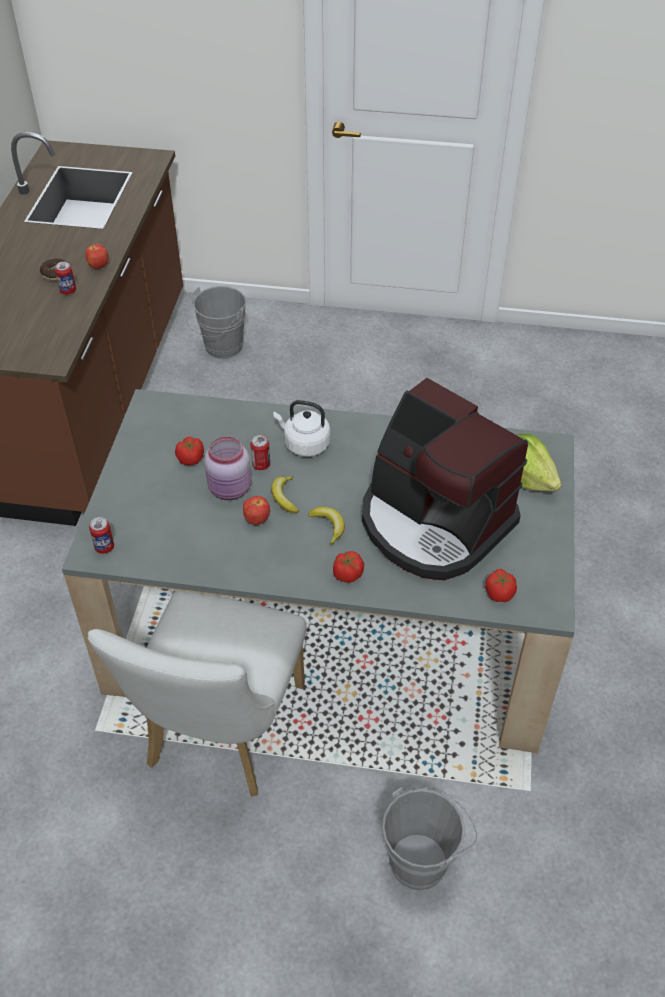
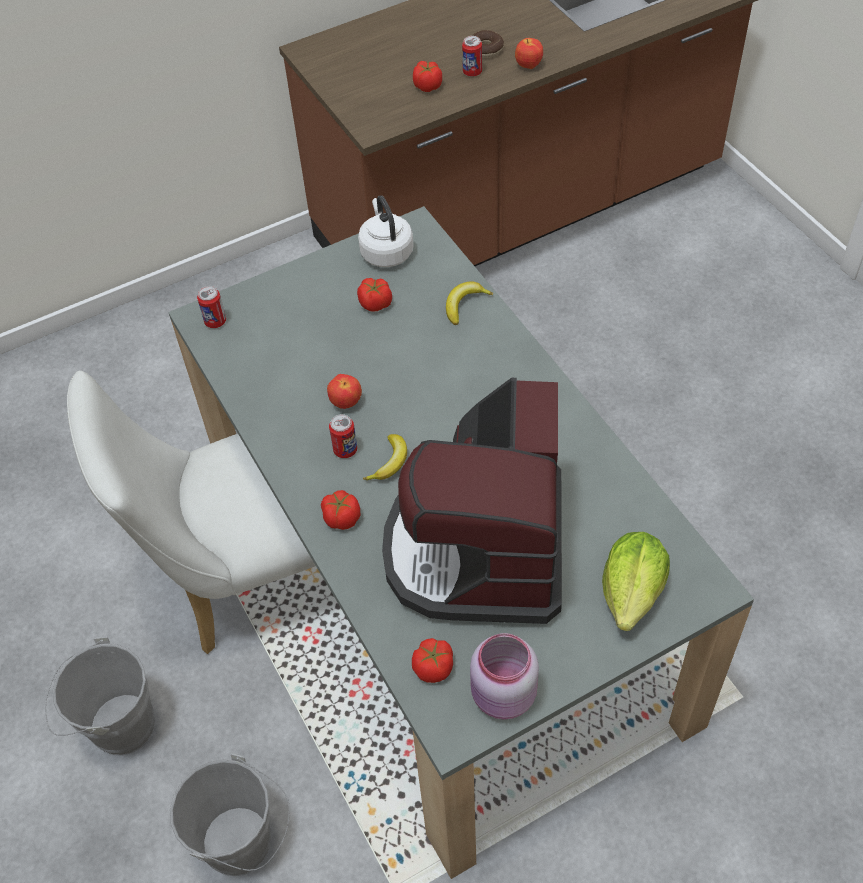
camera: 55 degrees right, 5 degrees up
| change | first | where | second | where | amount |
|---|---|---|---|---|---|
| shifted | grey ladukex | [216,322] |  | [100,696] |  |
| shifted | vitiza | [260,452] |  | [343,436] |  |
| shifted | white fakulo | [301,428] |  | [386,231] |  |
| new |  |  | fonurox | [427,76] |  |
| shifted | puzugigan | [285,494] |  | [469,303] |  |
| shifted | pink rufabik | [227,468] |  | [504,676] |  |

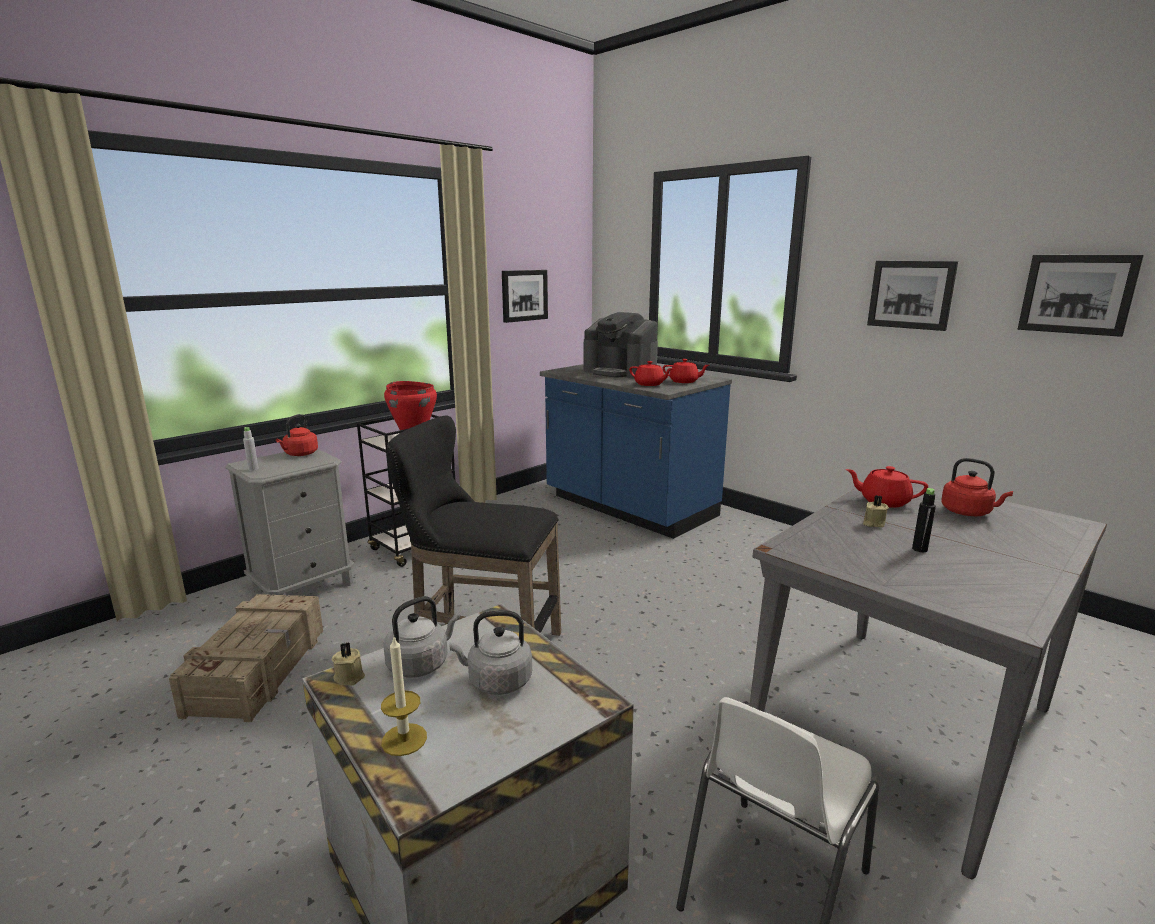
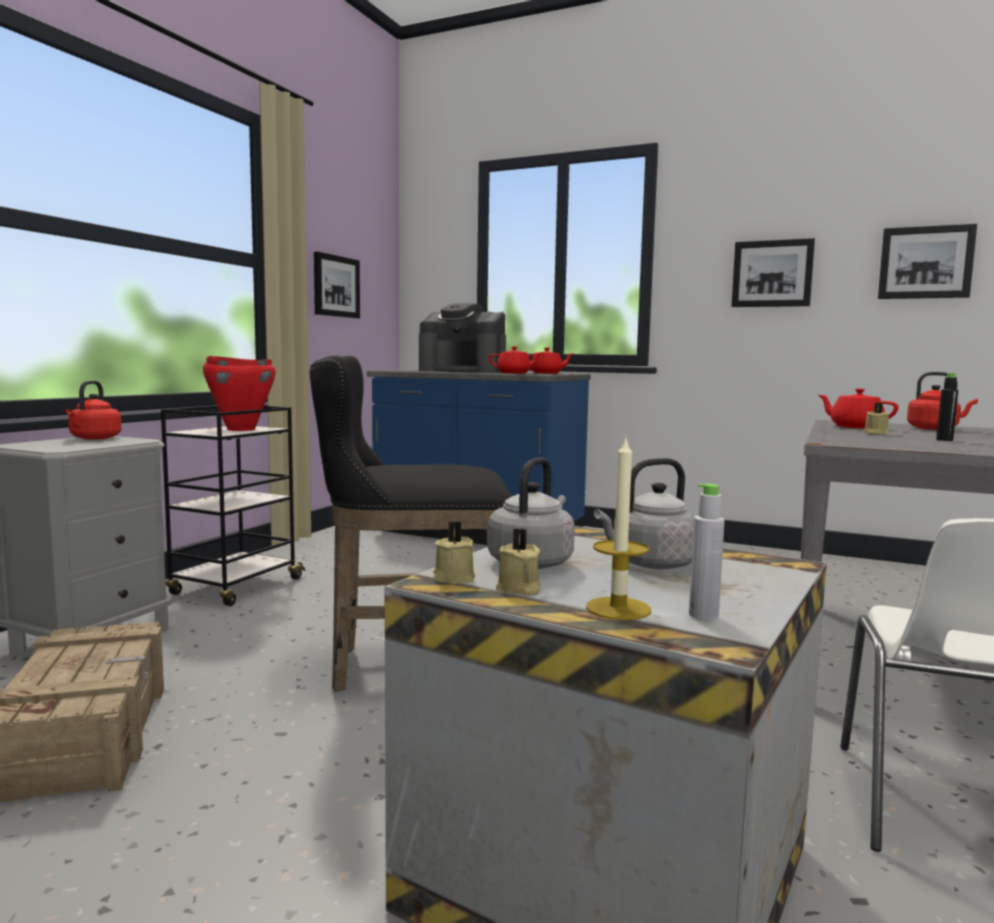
camera: 20 degrees left, 10 degrees down
| change | first | where | second | where | amount |
|---|---|---|---|---|---|
| new |  |  | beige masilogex | [518,562] |  |
| shifted | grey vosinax | [251,449] |  | [707,552] |  |
| rotated | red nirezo | [887,487] |  | [858,408] | 45 degrees clockwise |

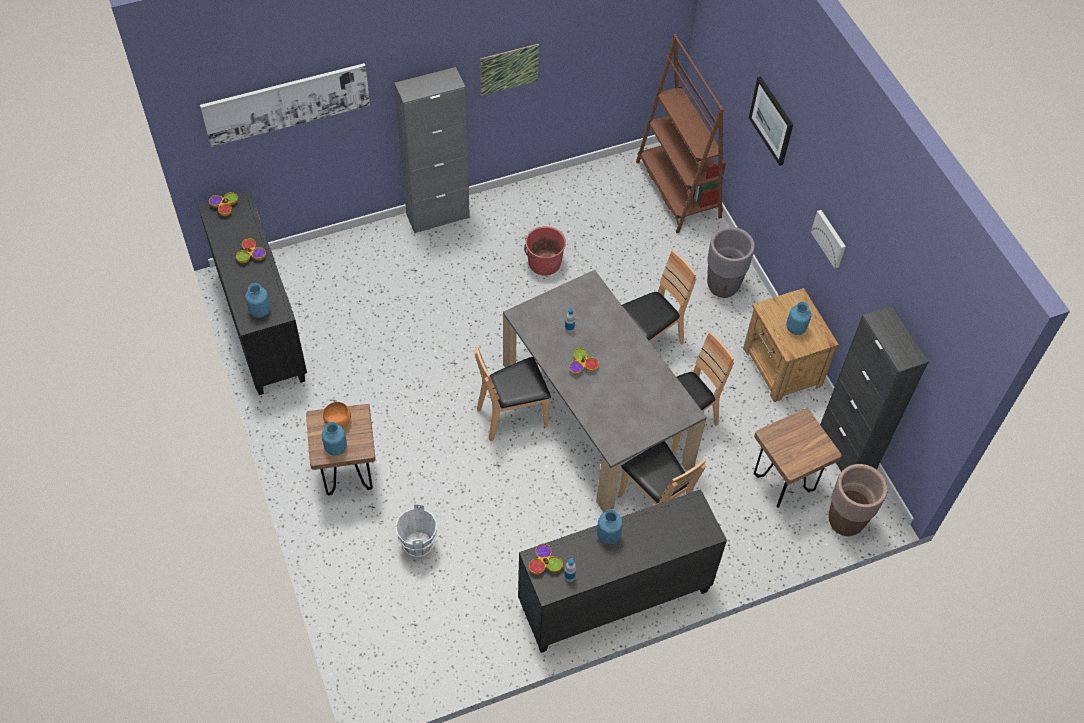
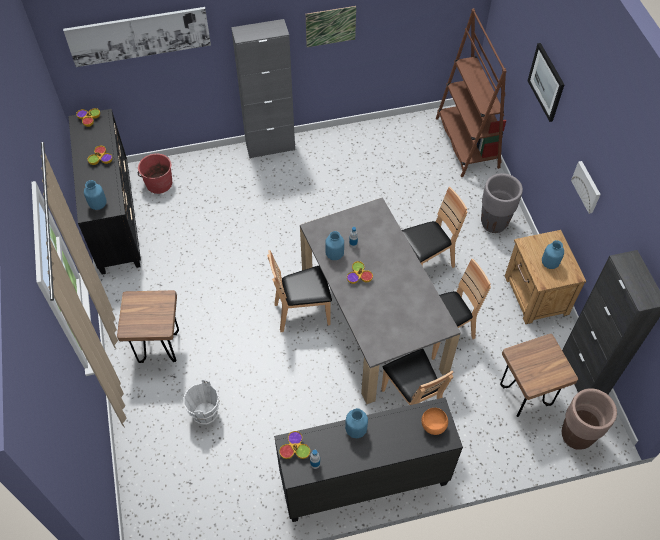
camera: 10 degrees right, 0 degrees up
| change | first | where | second | where | amount |
|---|---|---|---|---|---|
| shifted | red ladukex | [545,251] |  | [155,174] |  |
| shifted | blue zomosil | [334,439] |  | [334,245] |  |
| shifted | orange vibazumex | [337,415] |  | [434,421] |  |

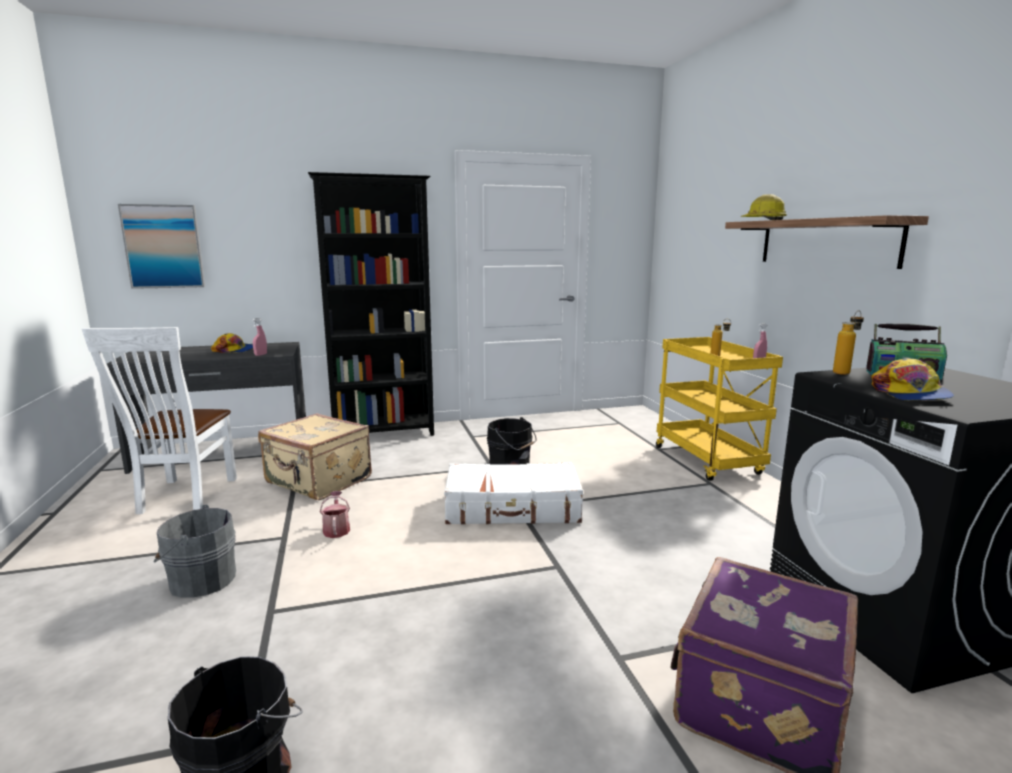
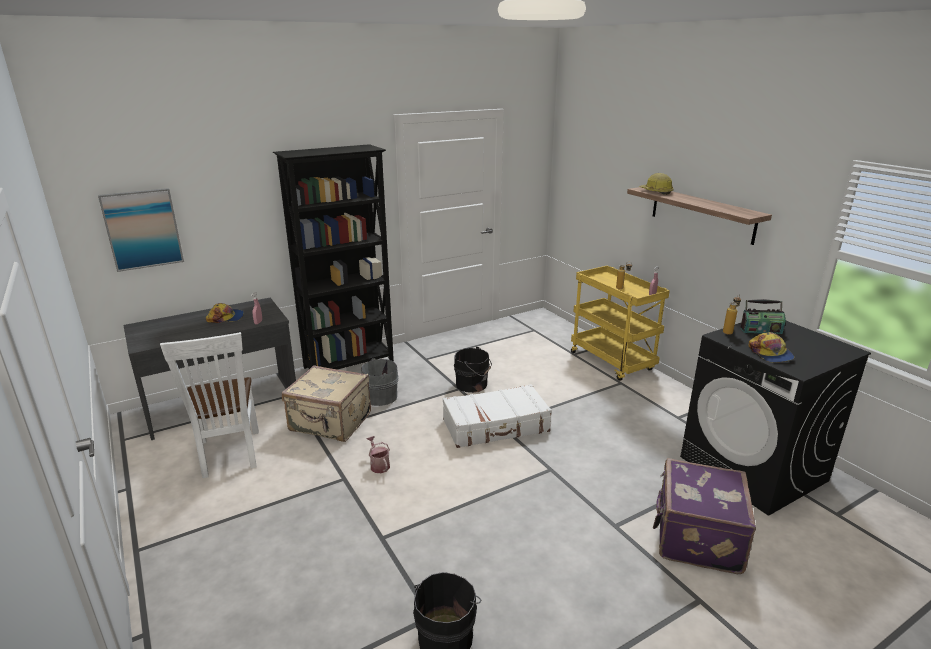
camera: 15 degrees left, 10 degrees up
| change | first | where | second | where | amount |
|---|---|---|---|---|---|
| shifted | grey ladukex | [195,551] |  | [380,382] |  |

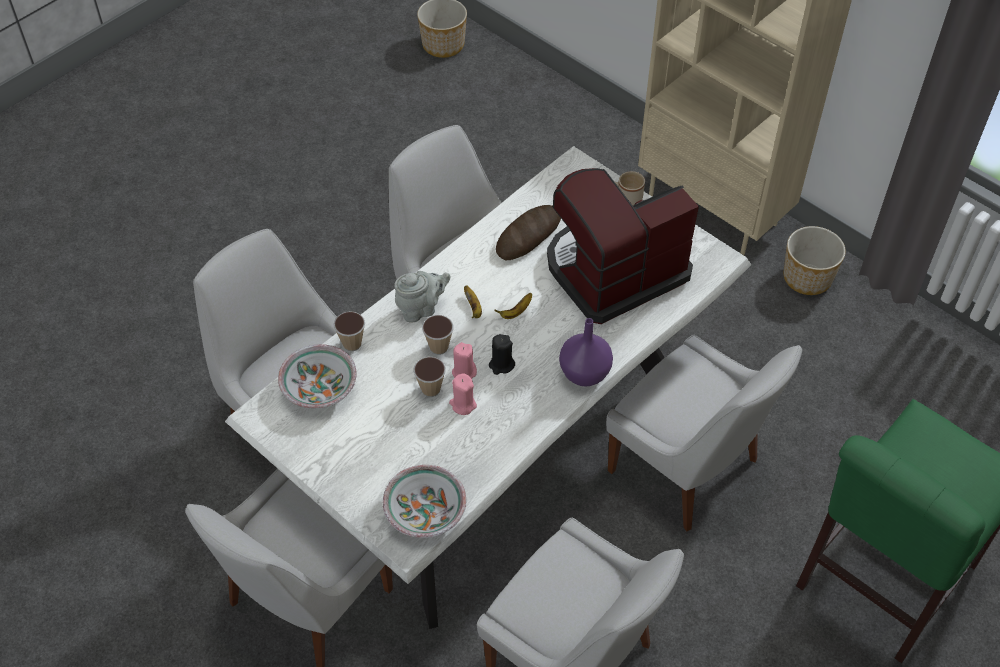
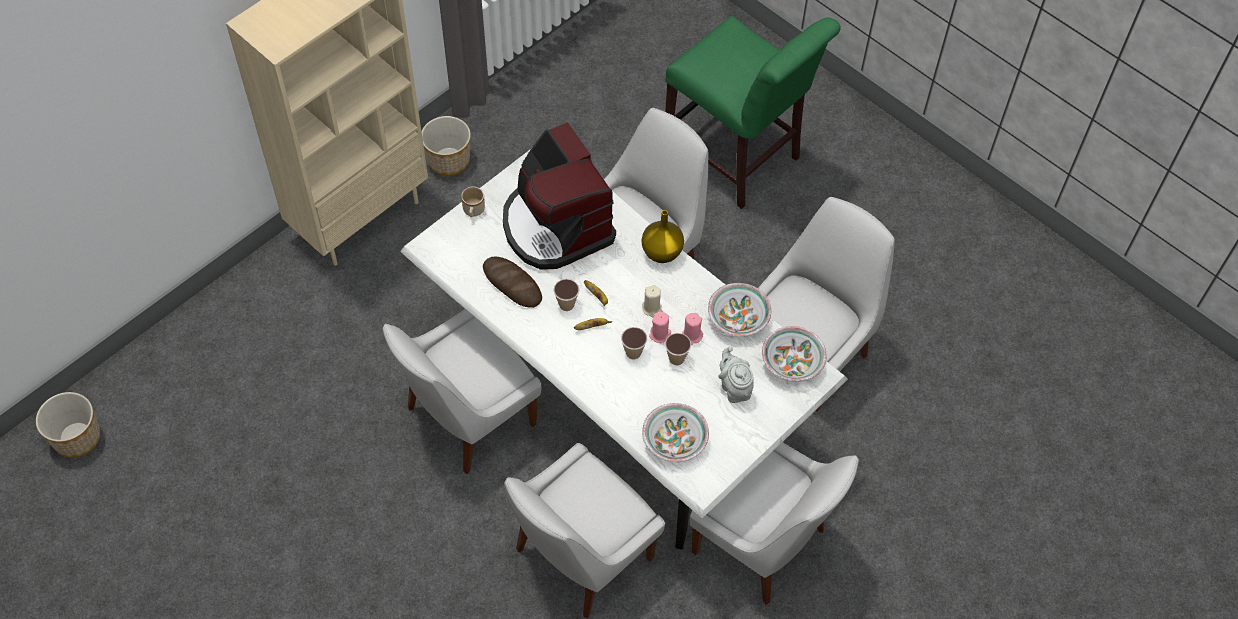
camera: 90 degrees left, 5 degrees up
| change | first | where | second | where | amount |
|---|---|---|---|---|---|
| shifted | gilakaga | [349,331] |  | [566,295] |  |
| repainted | purple zomosil | [586,352] | yellow zomosil | [663,236] |  |
| repainted | black masilogex | [502,354] | beige masilogex | [652,301] |  |
| new |  |  | vibazumex | [739,310] |  |
| shifted | grey nirezo | [422,297] |  | [736,375] |  |

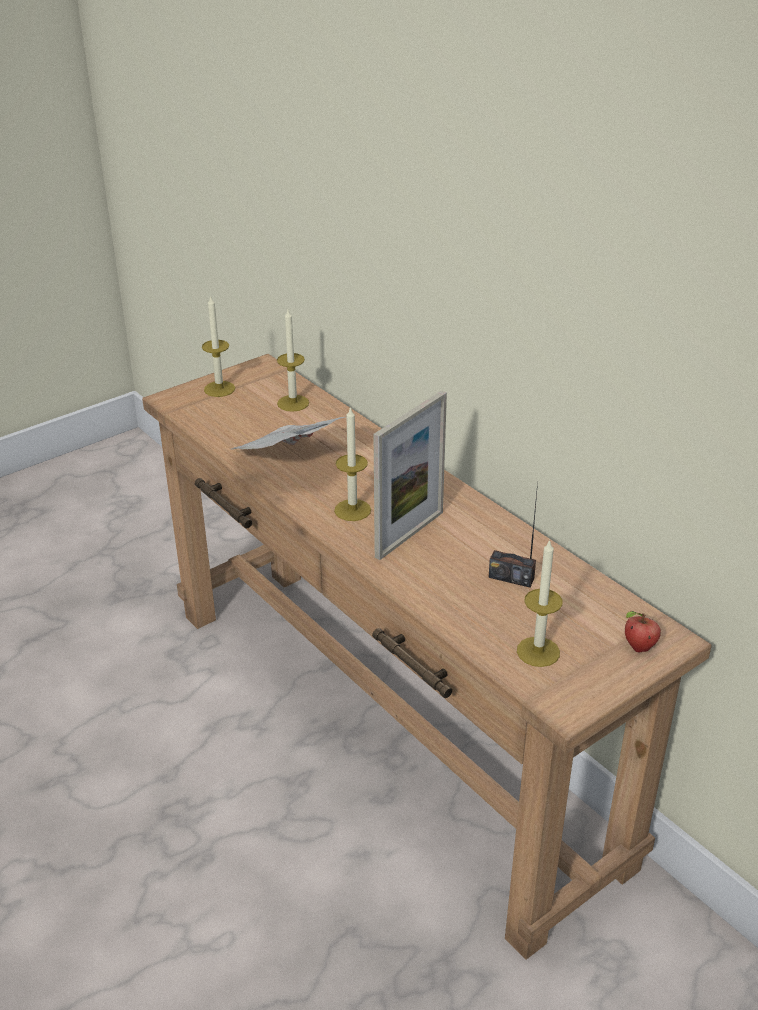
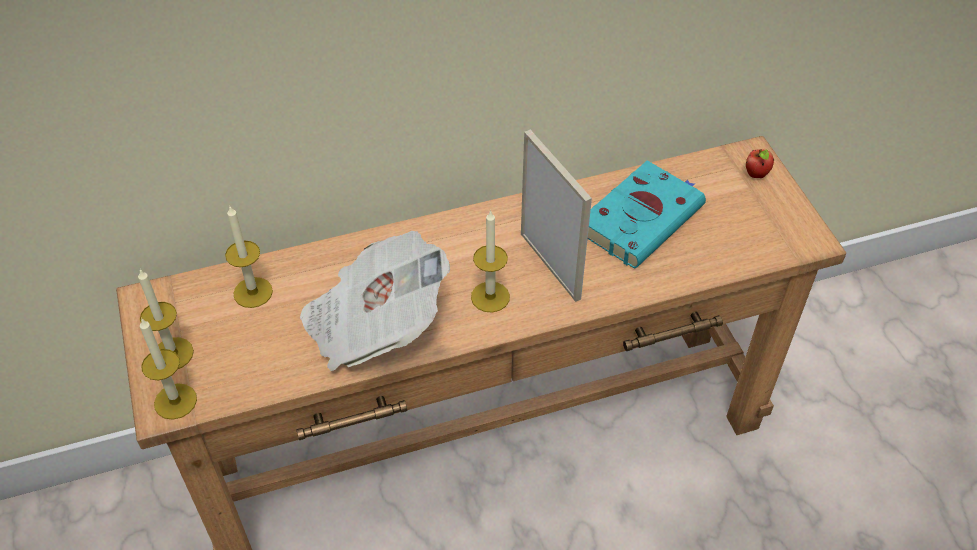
camera: 70 degrees left, 15 degrees up
| change | first | where | second | where | amount |
|---|---|---|---|---|---|
| shifted | masilogex | [540,603] |  | [168,369] |  |
| swapped | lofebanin | [513,535] | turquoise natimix | [647,214] |  |

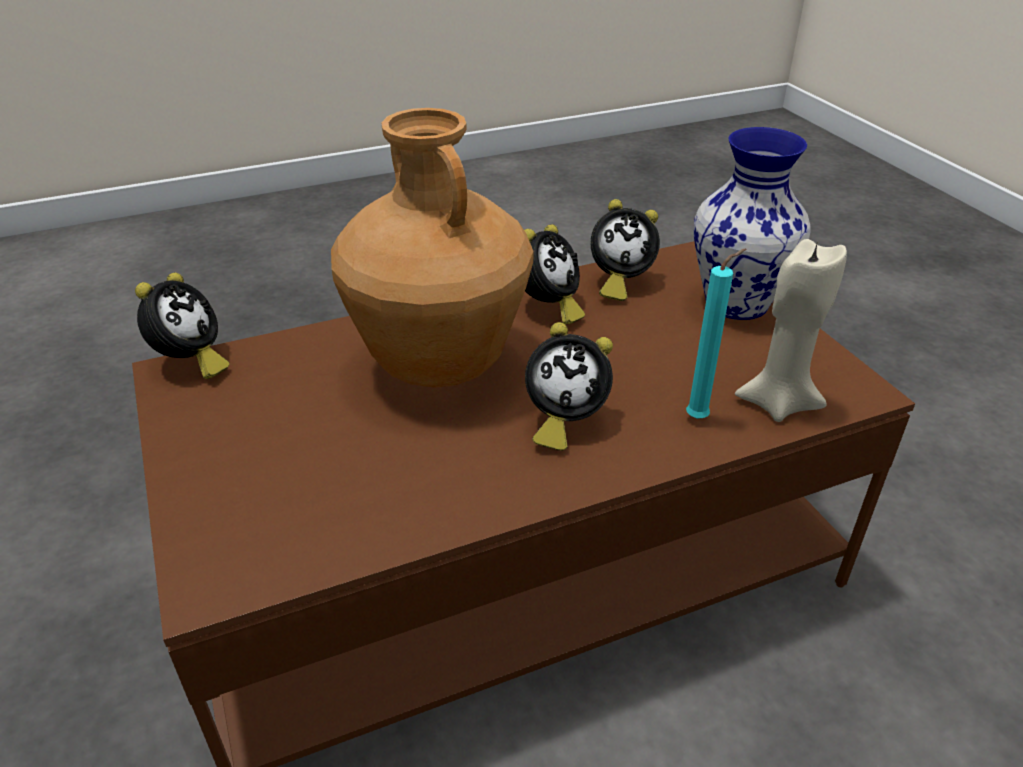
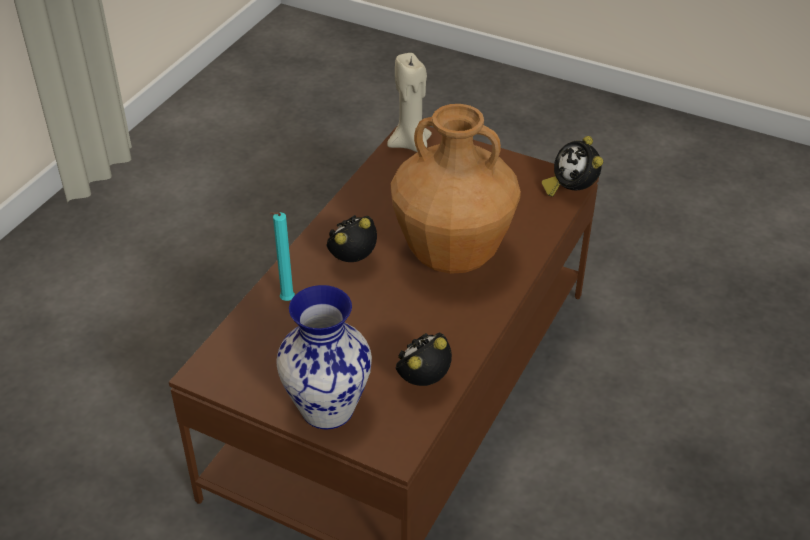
camera: 140 degrees right, 5 degrees up
| change | first | where | second | where | amount |
|---|---|---|---|---|---|
| shifted | beige masilogex | [791,330] |  | [409,102] |  |
| gone | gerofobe | [554,274] |  |  |  |

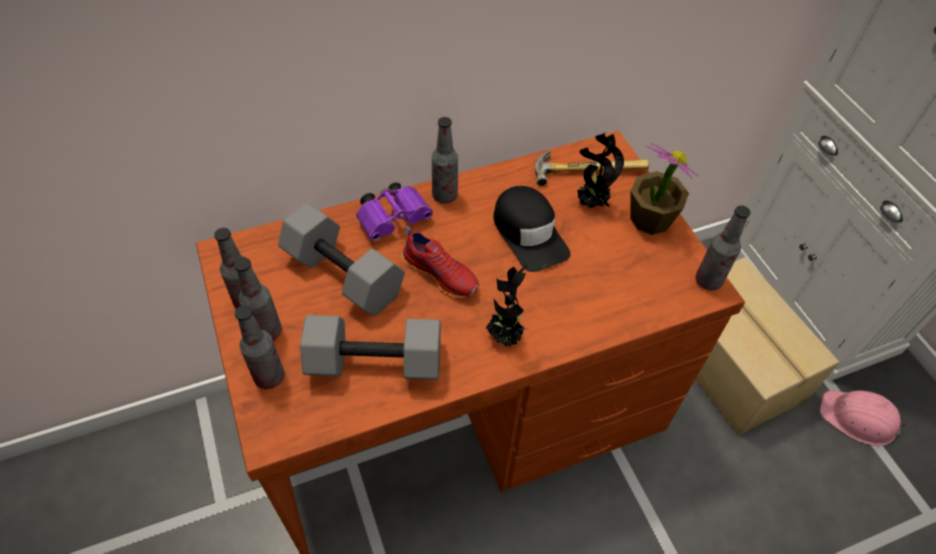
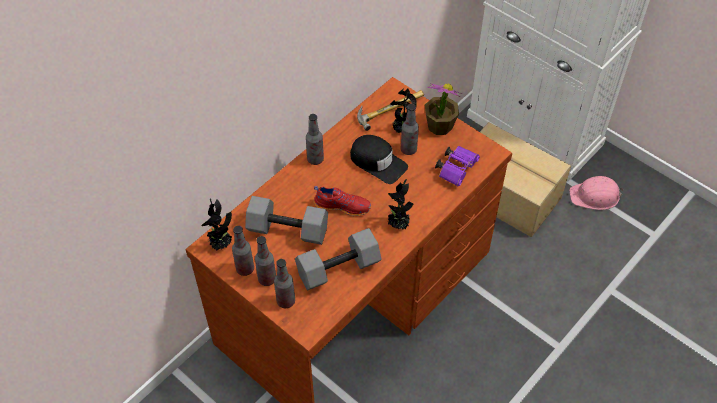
camera: 25 degrees left, 0 degrees up
| change | first | where | second | where | amount |
|---|---|---|---|---|---|
| new |  |  | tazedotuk | [216,224] |  |
| shifted | vosinax | [723,248] |  | [410,129] |  |
| shifted | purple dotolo | [394,211] |  | [457,166] |  |

